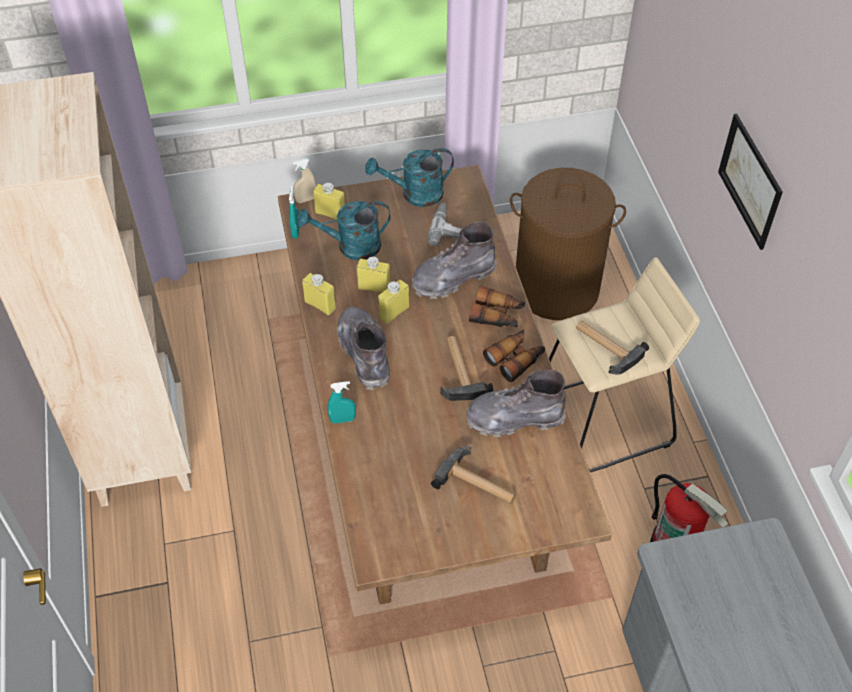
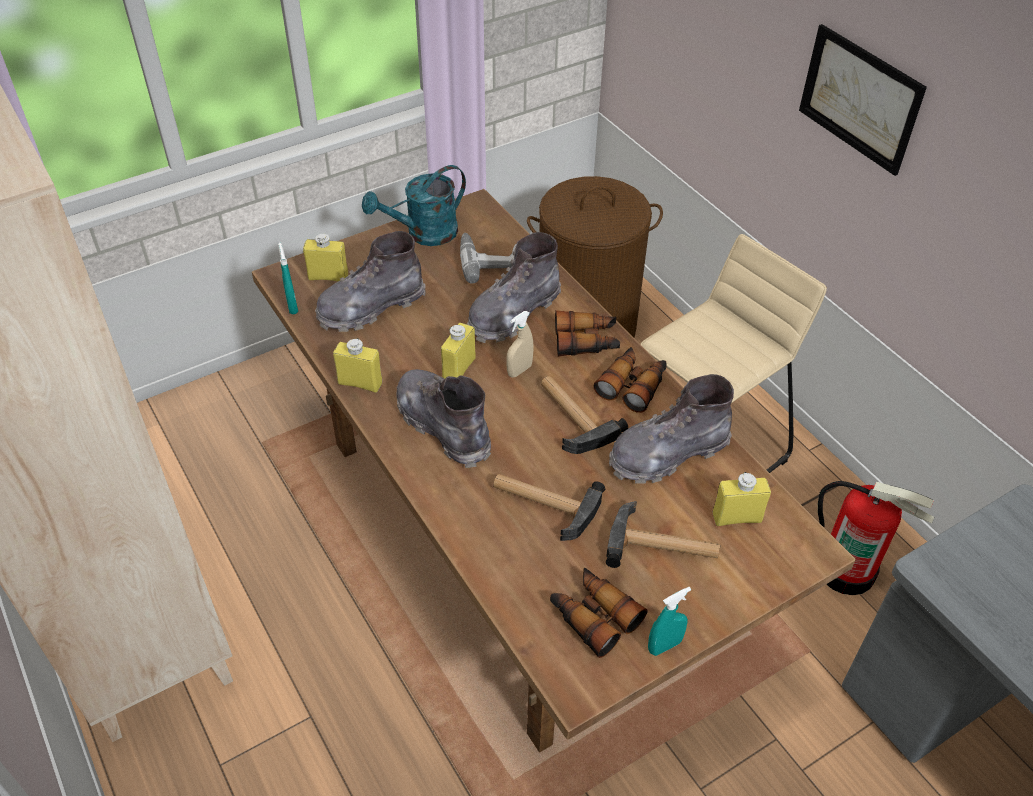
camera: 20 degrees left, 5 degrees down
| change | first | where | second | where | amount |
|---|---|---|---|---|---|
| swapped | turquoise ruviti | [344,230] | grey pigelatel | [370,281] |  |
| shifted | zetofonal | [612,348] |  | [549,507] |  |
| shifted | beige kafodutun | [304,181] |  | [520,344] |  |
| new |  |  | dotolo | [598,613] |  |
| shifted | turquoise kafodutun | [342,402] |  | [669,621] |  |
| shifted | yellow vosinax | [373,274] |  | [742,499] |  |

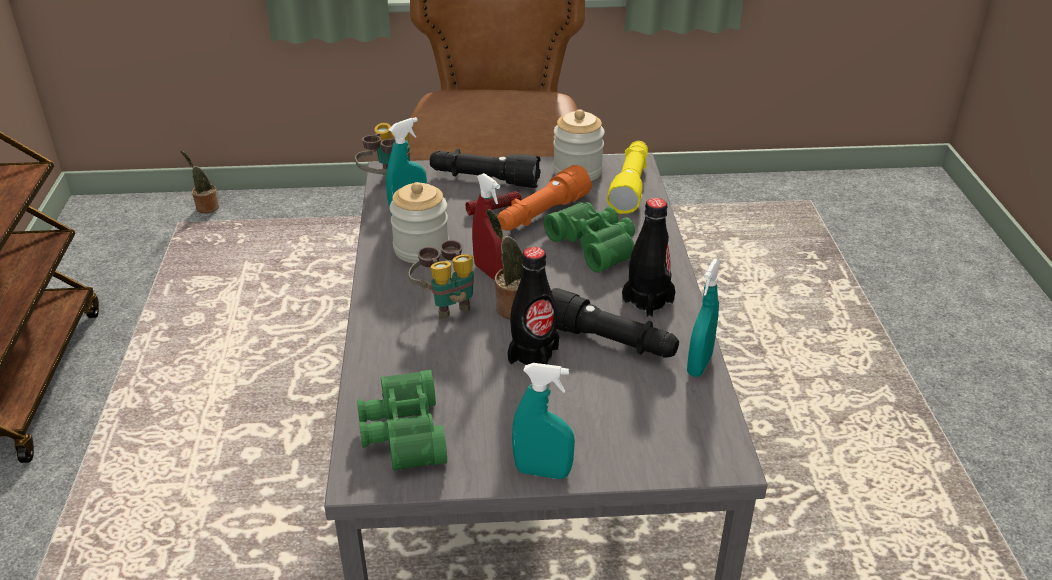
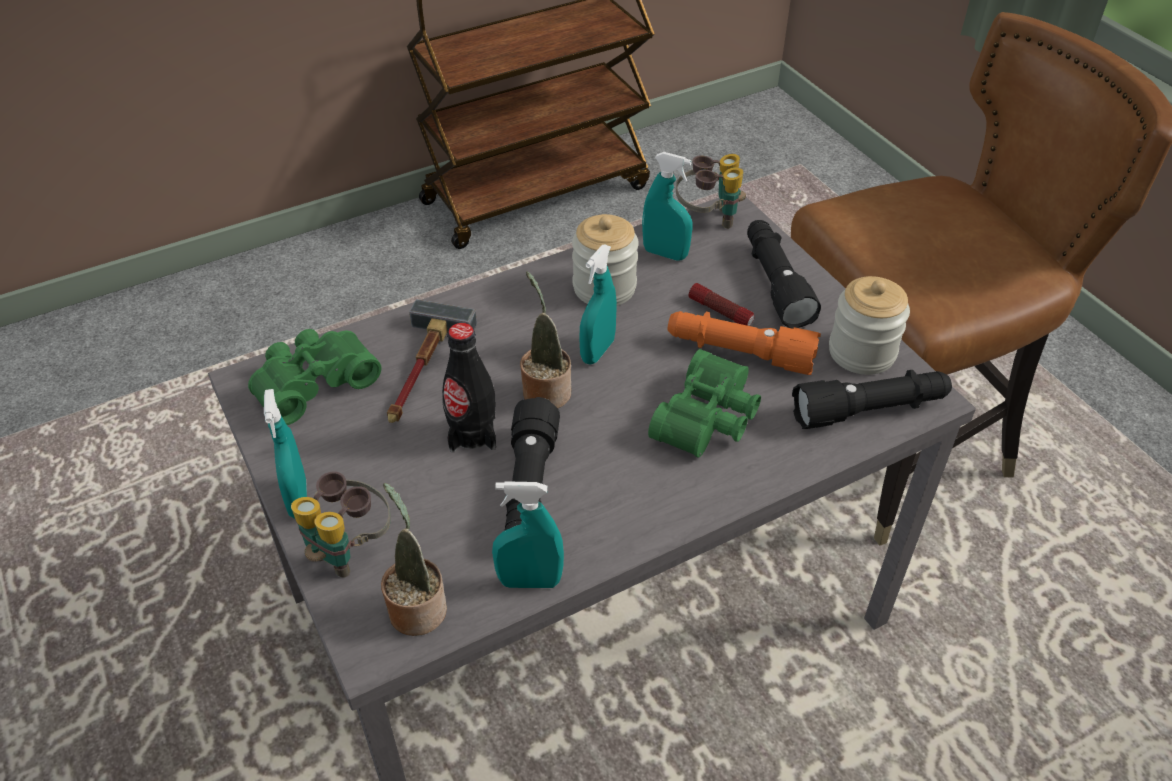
camera: 65 degrees right, 10 degrees up
| change | first | where | second | where | amount |
|---|---|---|---|---|---|
| shifted | dotolo | [441,280] |  | [341,524] |  |
| shifted | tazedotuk | [200,181] |  | [414,559] |  |
| new |  |  | zetofonal | [432,361] |  |
| repainted | red kafodutun | [487,226] | turquoise kafodutun | [598,304] |  |
| repainted | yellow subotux | [627,177] | black subotux | [872,399] |  |
| gone | black vosinax | [648,258] |  |  |  |

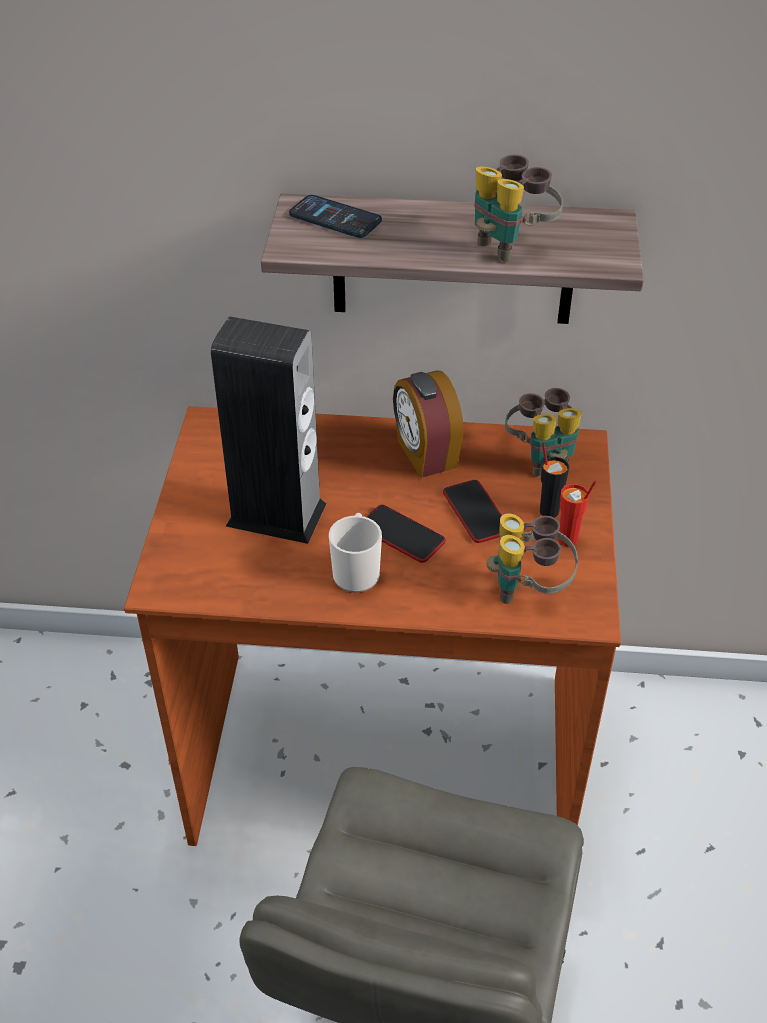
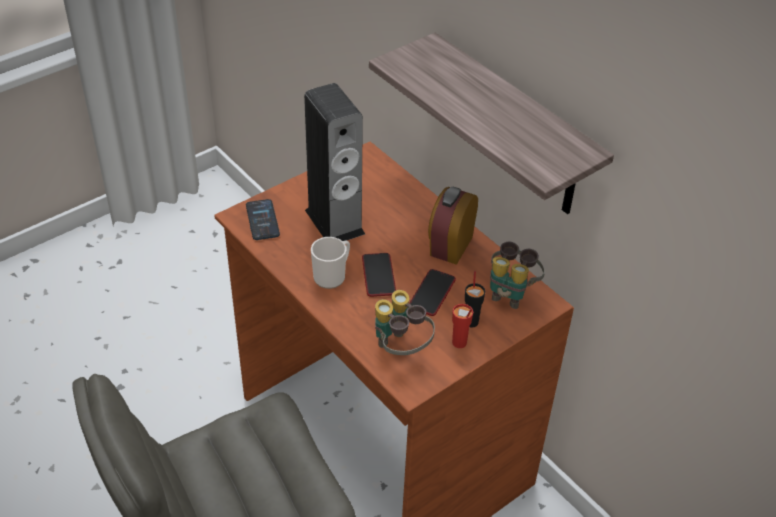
camera: 45 degrees right, 0 degrees up
| change | first | where | second | where | amount |
|---|---|---|---|---|---|
| shifted | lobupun | [335,216] |  | [263,219] |  |
| gone | dotolo | [518,208] |  |  |  |

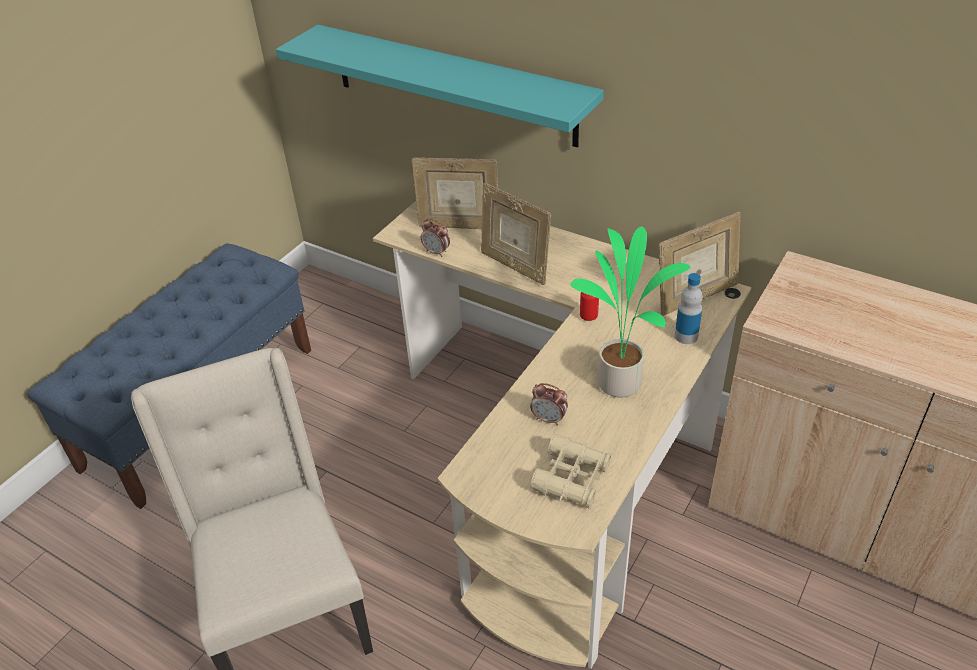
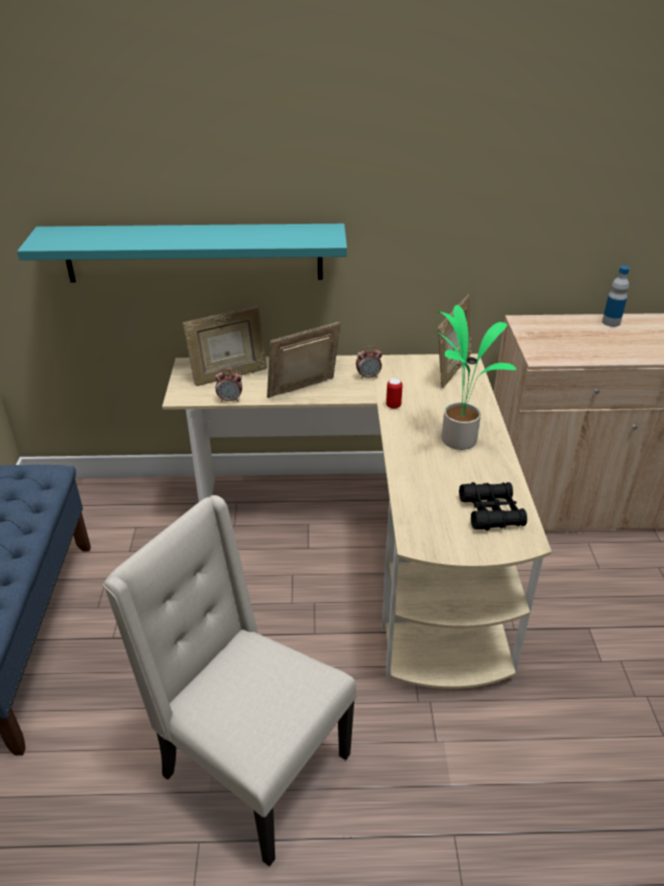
camera: 35 degrees left, 5 degrees down
| change | first | where | second | where | amount |
|---|---|---|---|---|---|
| rotated | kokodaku | [516,234] |  | [304,360] | 135 degrees clockwise |
| shifted | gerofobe | [549,404] |  | [369,362] |  |
| repainted | beige dotolo | [570,471] | black dotolo | [493,506] |  |
| shifted | vosinax | [689,308] |  | [616,296] |  |

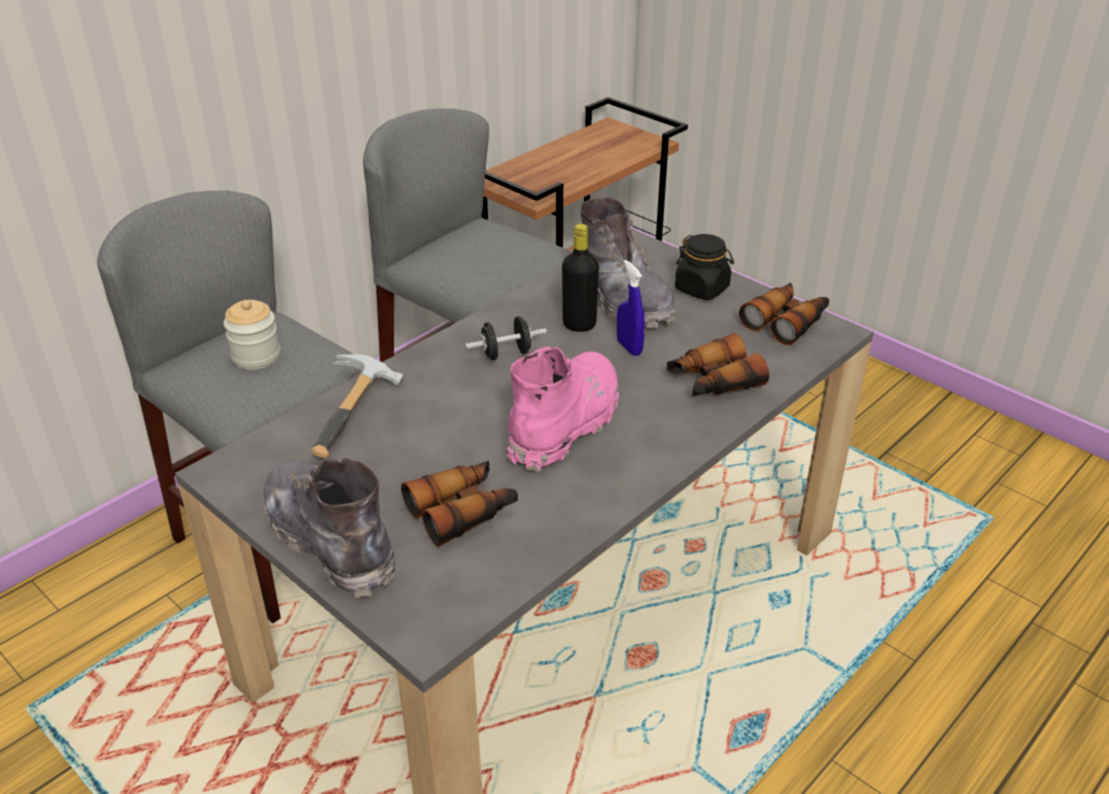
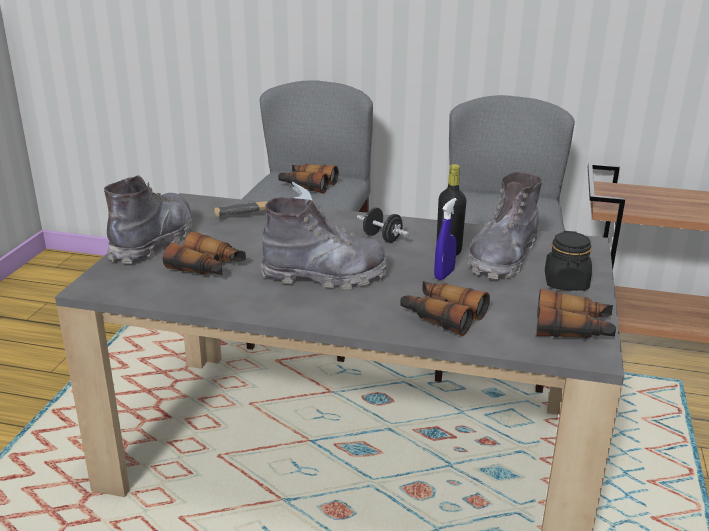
camera: 60 degrees right, 10 degrees down
| change | first | where | second | where | amount |
|---|---|---|---|---|---|
| repainted | pink pigelatel | [562,409] | grey pigelatel | [324,243] |  |
| swapped | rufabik | [252,335] | dotolo | [308,179] |  |

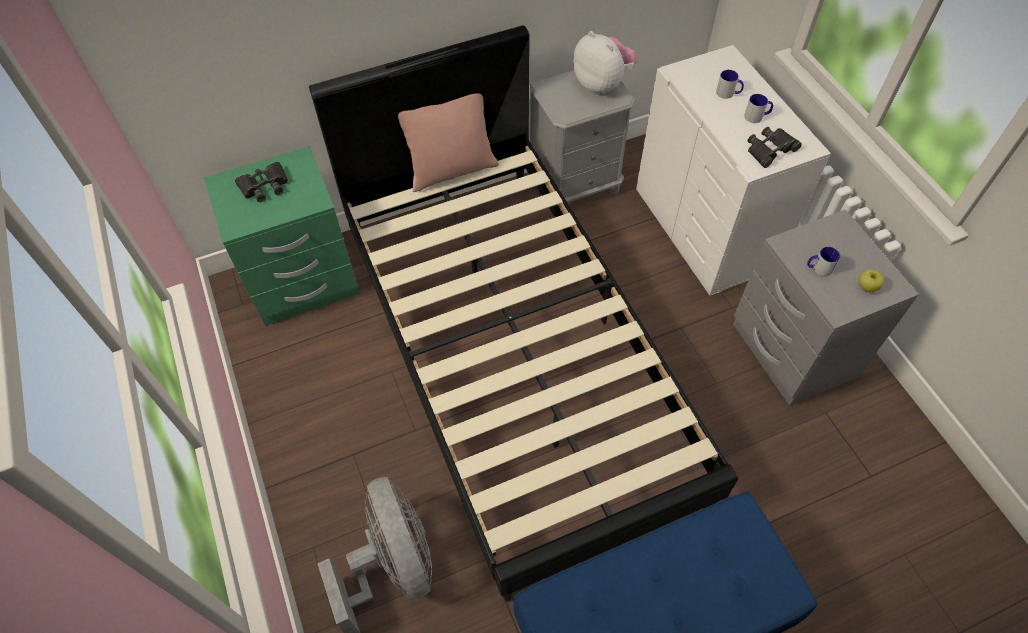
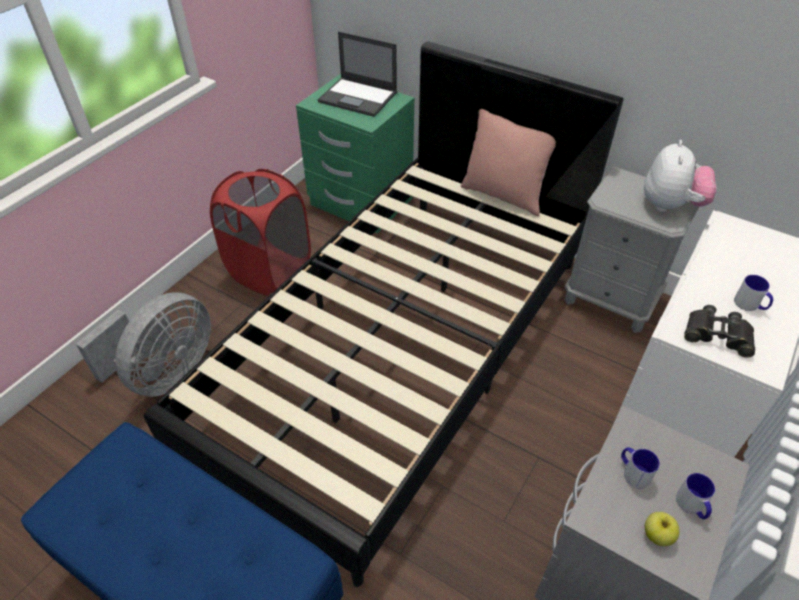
camera: 55 degrees right, 10 degrees down
| change | first | where | second | where | amount |
|---|---|---|---|---|---|
| new |  |  | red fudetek | [260,232] |  |
| swapped | black dotolo | [261,182] | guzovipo | [357,74] |  |
| shifted | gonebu | [730,84] |  | [695,496] |  |

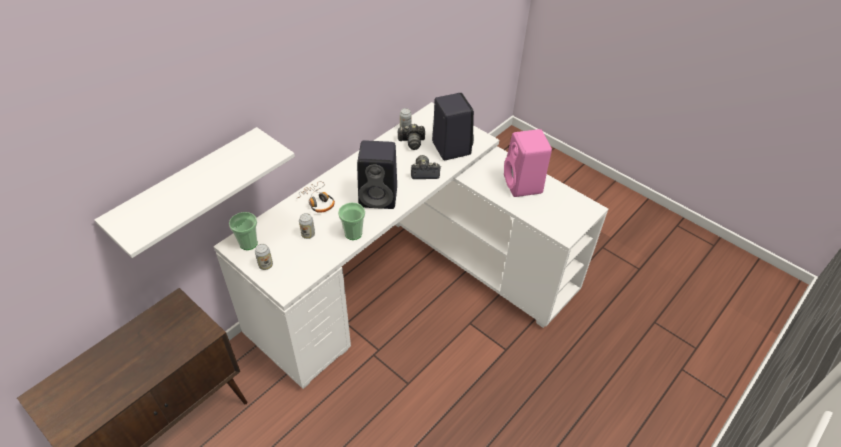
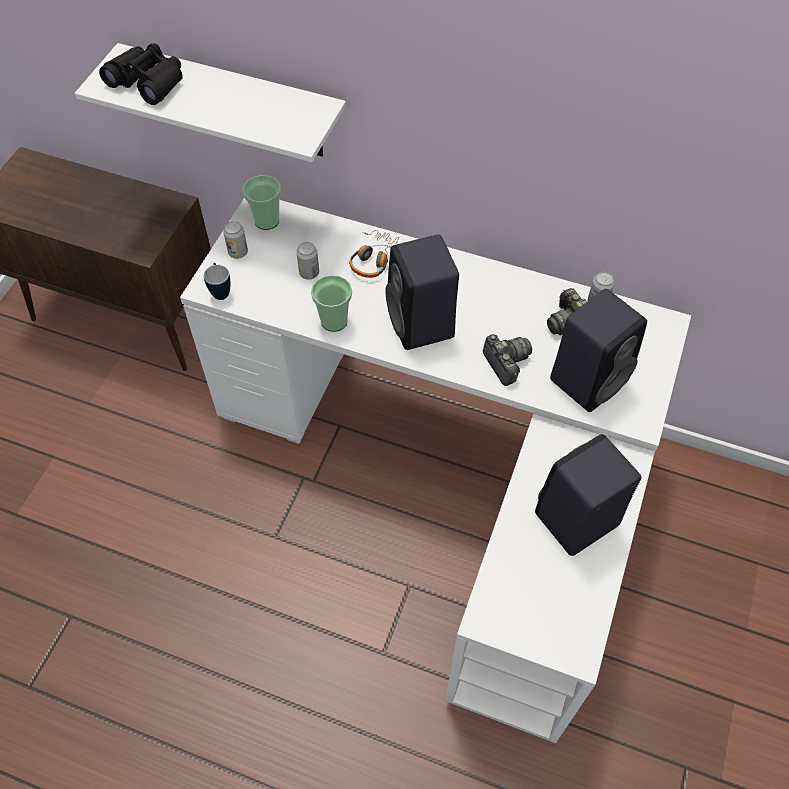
camera: 70 degrees right, 10 degrees up
| change | first | where | second | where | amount |
|---|---|---|---|---|---|
| new |  |  | black dotolo | [140,74] |  |
| new |  |  | gonebu | [217,281] |  |
| repainted | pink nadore | [528,163] | black nadore | [588,495] |  |

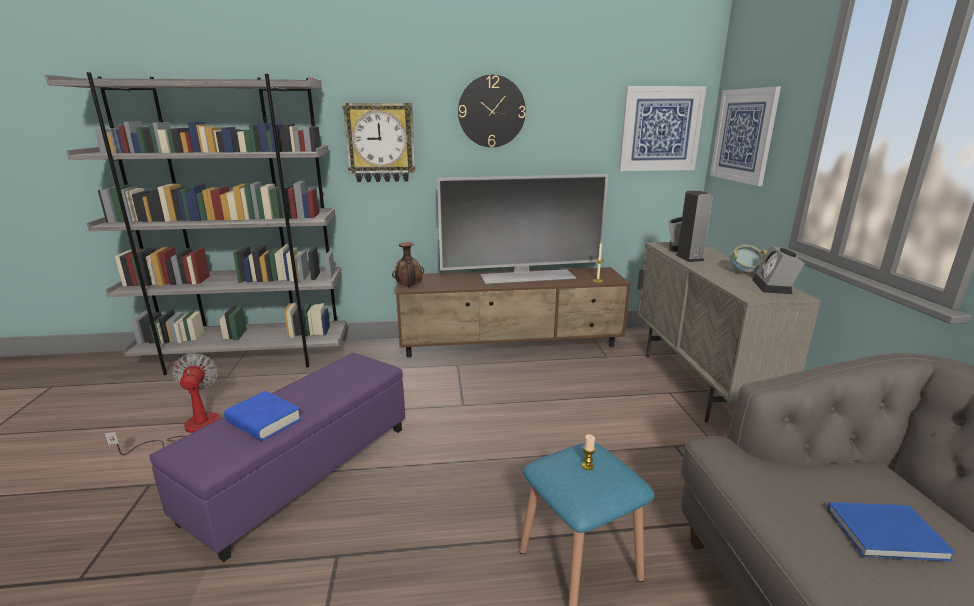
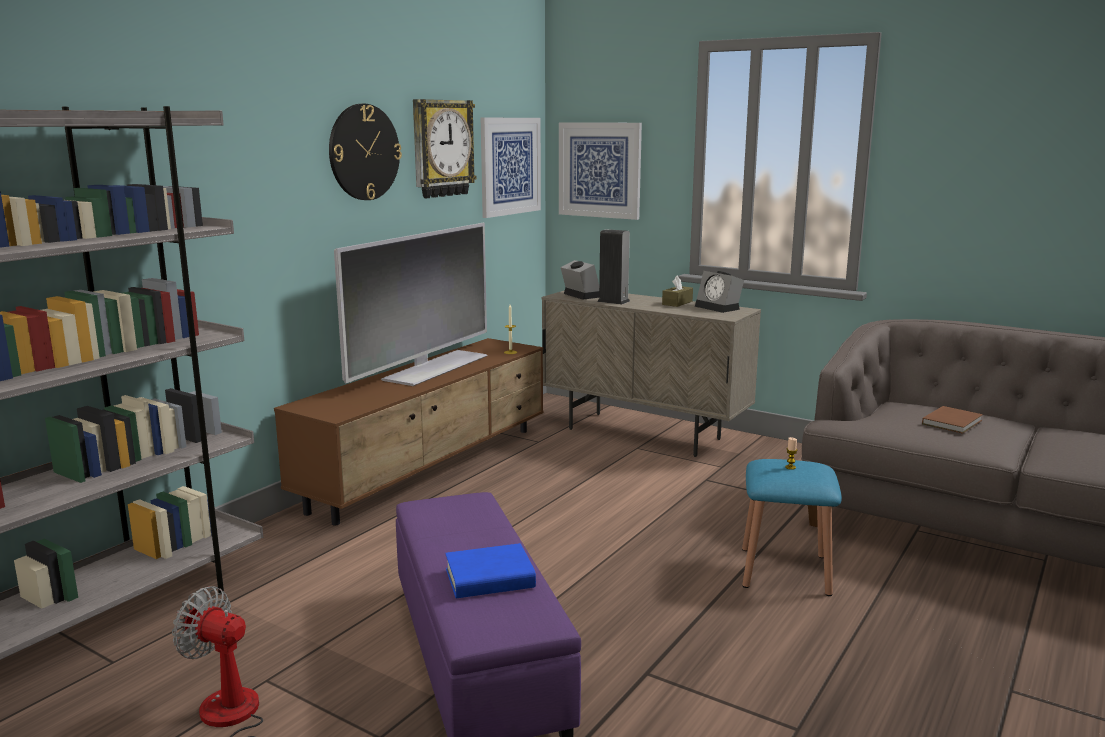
camera: 50 degrees left, 5 degrees down
| change | first | where | second | where | amount |
|---|---|---|---|---|---|
| shifted | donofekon | [378,142] |  | [445,148] |  |
| swapped | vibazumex | [748,259] | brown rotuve | [677,291] |  |
| repainted | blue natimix | [891,531] | brown natimix | [952,420] |  |
| gone | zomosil | [408,264] |  |  |  |

